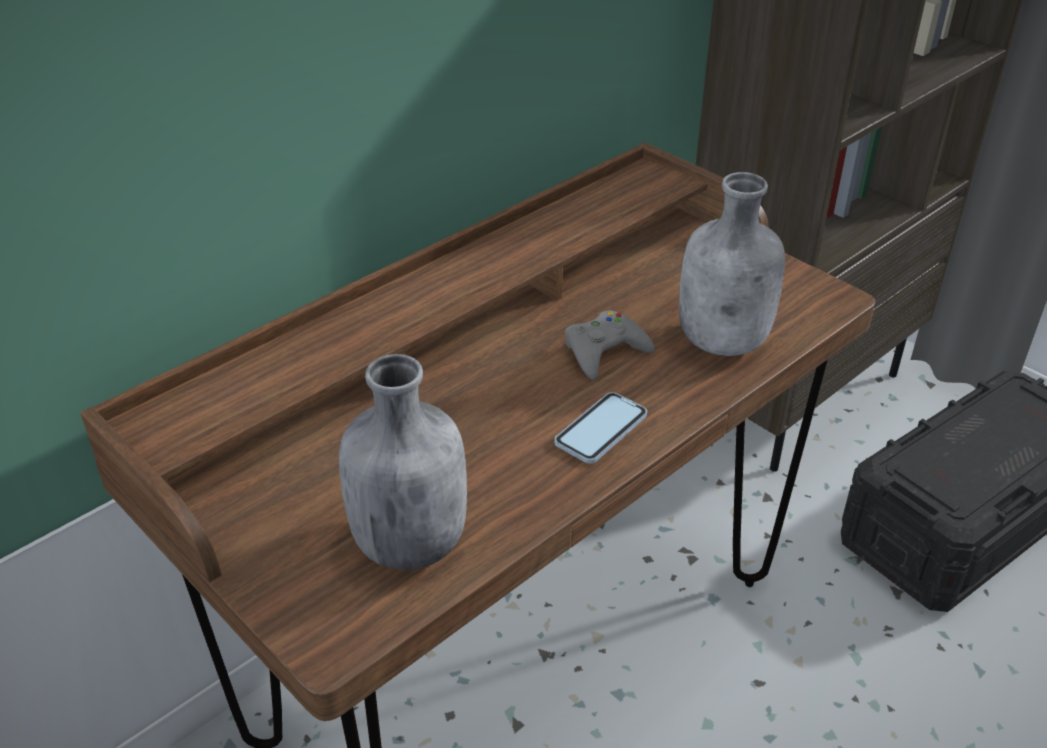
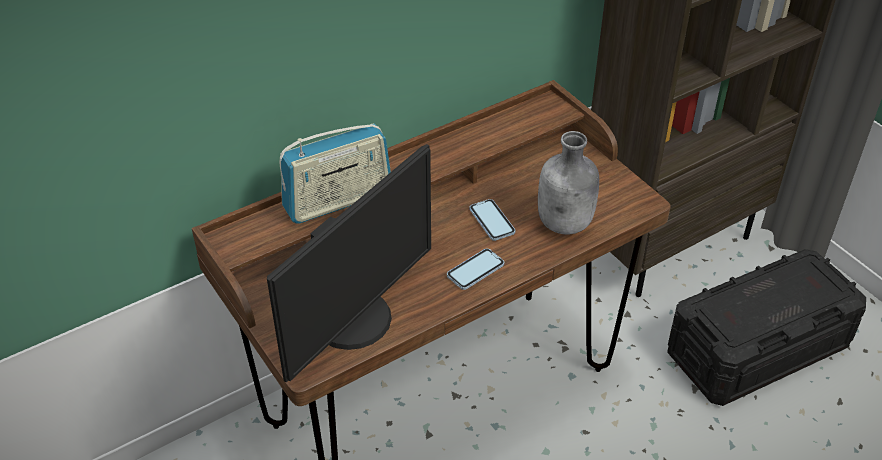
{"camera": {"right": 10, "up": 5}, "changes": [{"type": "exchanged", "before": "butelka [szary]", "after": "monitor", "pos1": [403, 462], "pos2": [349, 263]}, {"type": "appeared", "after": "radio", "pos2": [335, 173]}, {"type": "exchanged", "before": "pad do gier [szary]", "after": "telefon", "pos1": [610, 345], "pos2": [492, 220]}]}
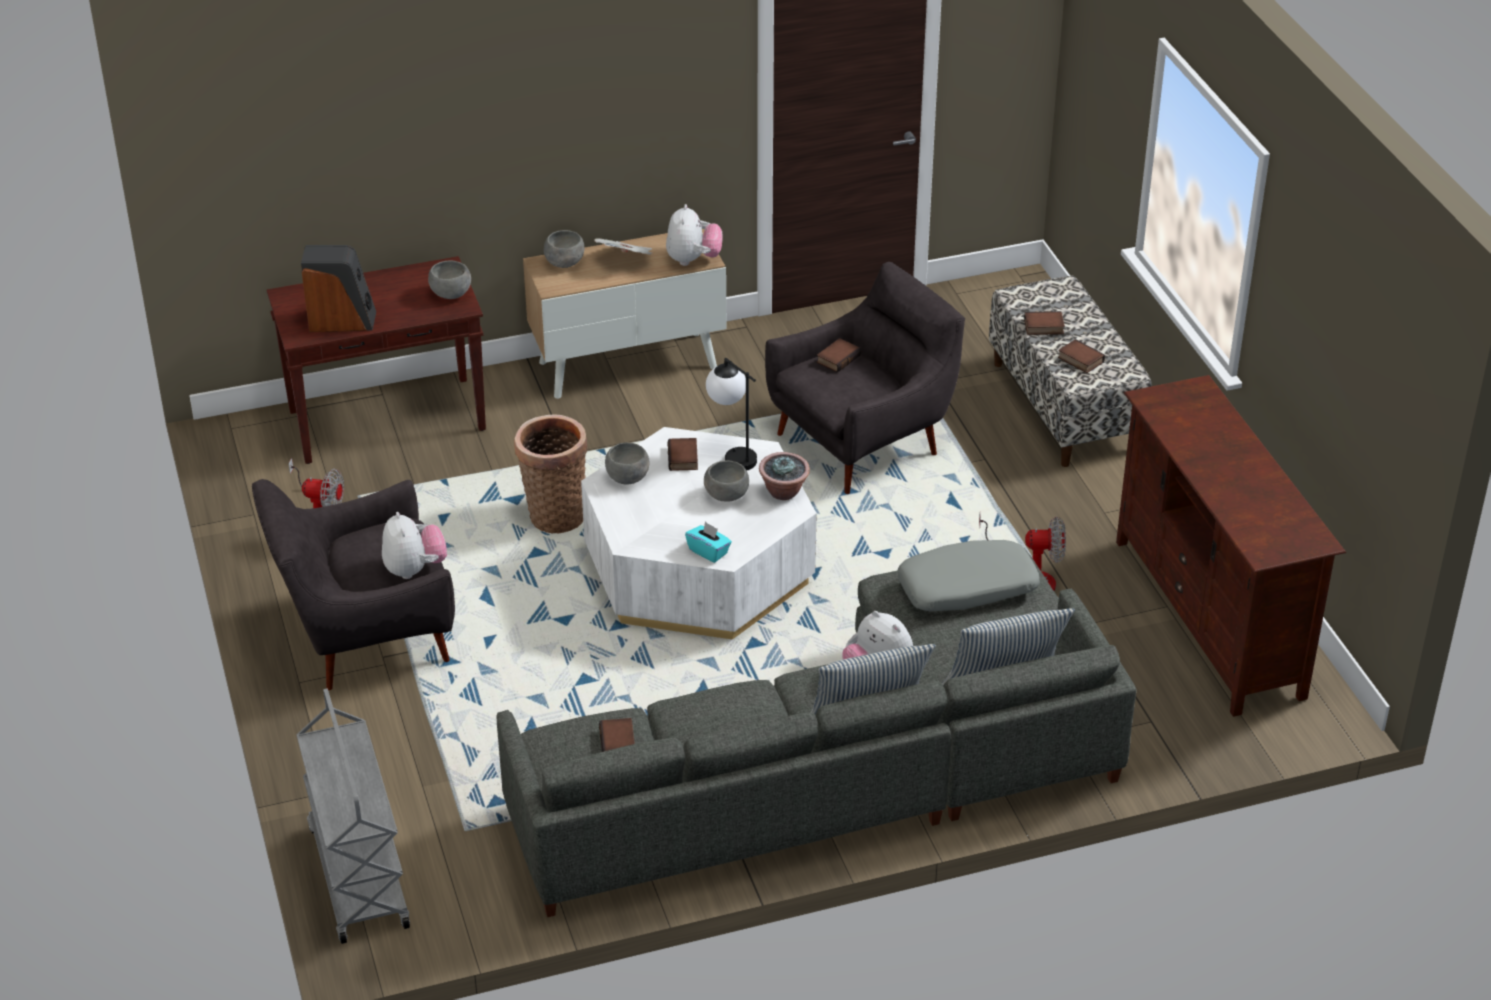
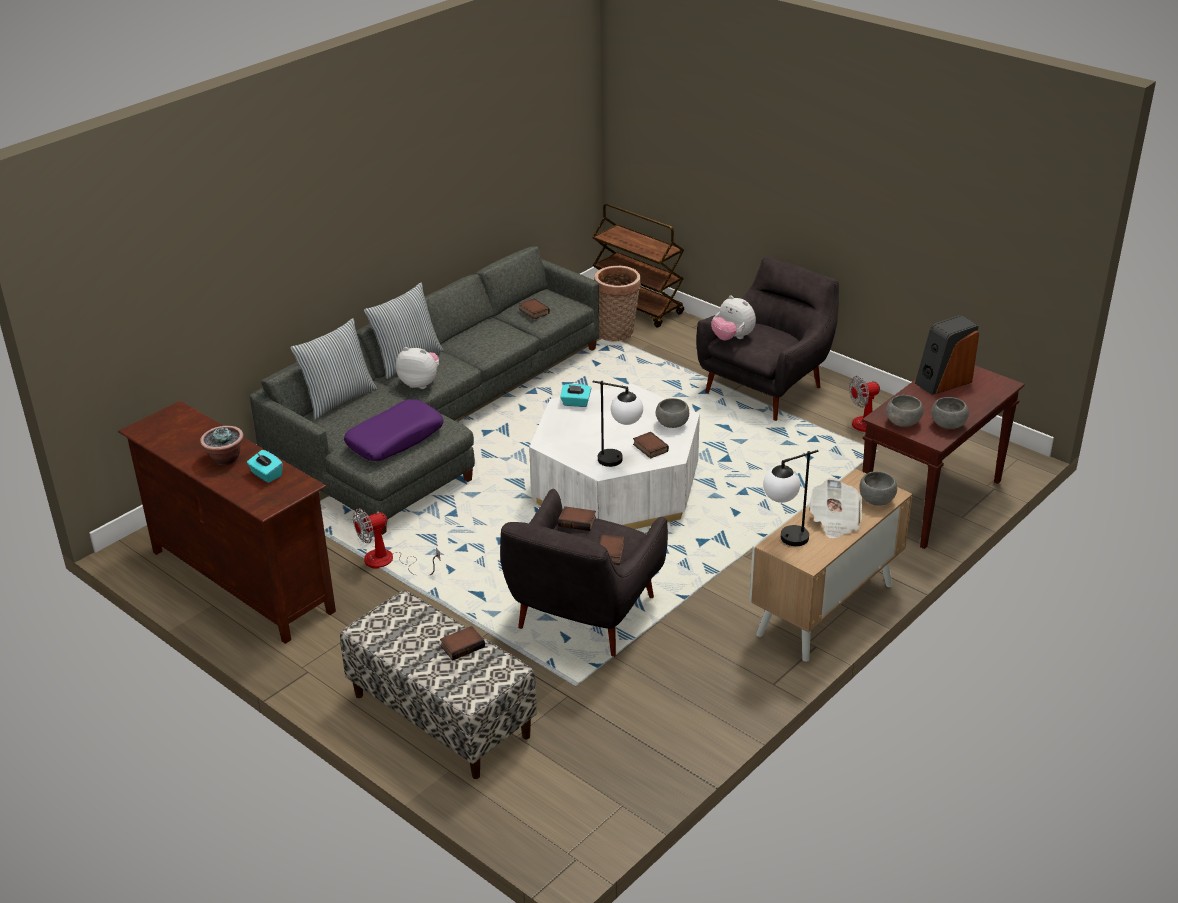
{"camera": {"right": 150, "up": -5}, "changes": [{"type": "relocated", "before": "roślina doniczkowa", "pos1": [784, 476], "pos2": [222, 445]}, {"type": "appeared", "after": "pudełko chusteczek [turkusowy]", "pos2": [265, 466]}, {"type": "colour", "before": "poduszka [szary]", "after": "poduszka [fioletowy]", "pos1": [969, 575], "pos2": [394, 430]}, {"type": "relocated", "before": "książka", "pos1": [1081, 356], "pos2": [577, 518]}, {"type": "colour", "before": "wózek [szary]", "after": "wózek [brązowy]", "pos1": [353, 816], "pos2": [638, 265]}, {"type": "relocated", "before": "koszyk", "pos1": [551, 473], "pos2": [617, 303]}, {"type": "exchanged", "before": "pluszak", "after": "lampa stołowa", "pos1": [694, 235], "pos2": [790, 498]}, {"type": "relocated", "before": "miska [szary]", "pos1": [726, 481], "pos2": [950, 413]}]}
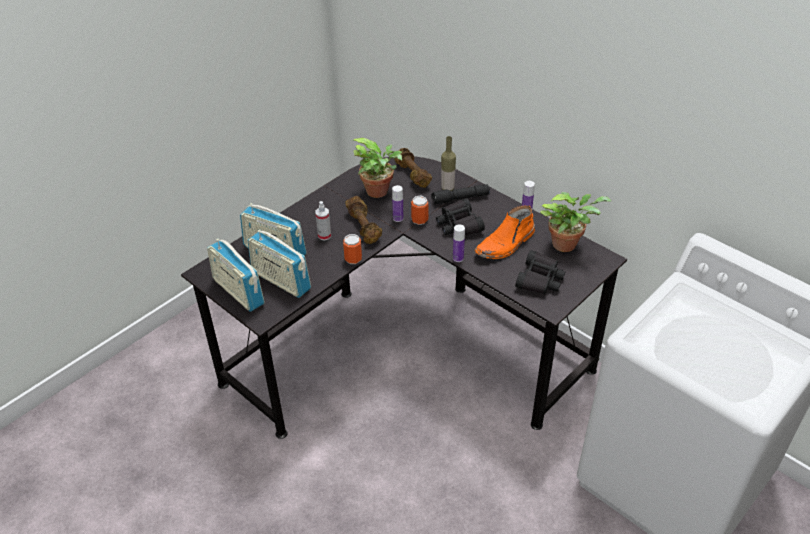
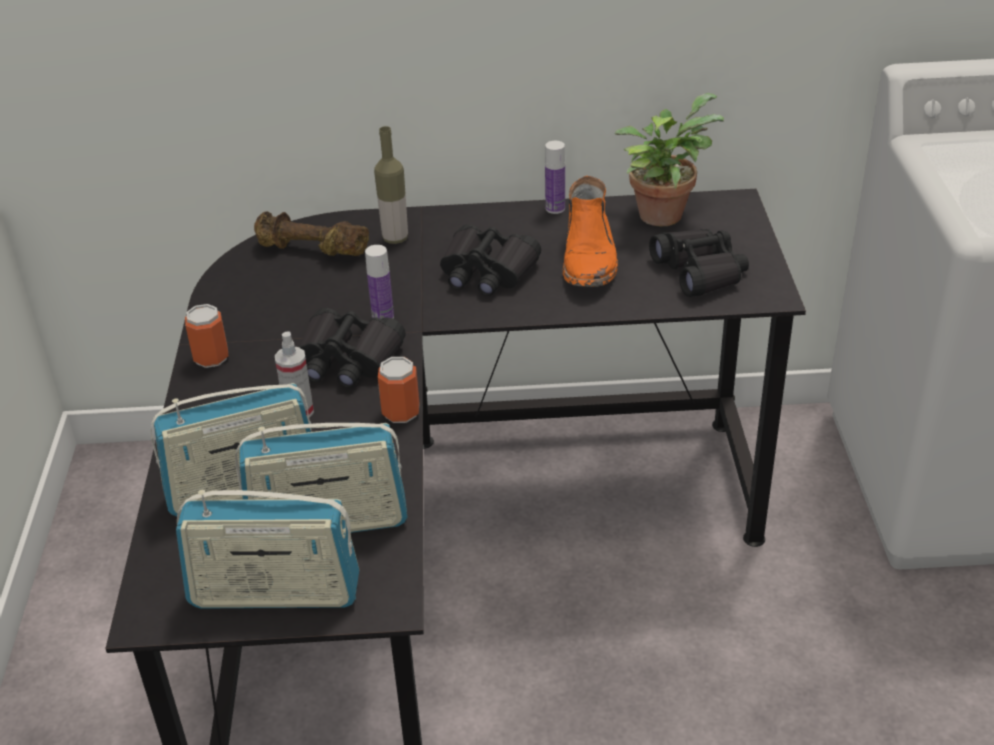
{"camera": {"right": -45, "up": -5}, "changes": [{"type": "relocated", "before": "puszka", "pos1": [419, 210], "pos2": [206, 336]}, {"type": "exchanged", "before": "hantel [brązowy]", "after": "lornetka [czarny]", "pos1": [363, 220], "pos2": [352, 348]}, {"type": "missing", "before": "roślina doniczkowa", "pos1": [376, 168]}, {"type": "missing", "before": "latarka [czarny]", "pos1": [460, 194]}, {"type": "missing", "before": "butelka", "pos1": [459, 243]}]}
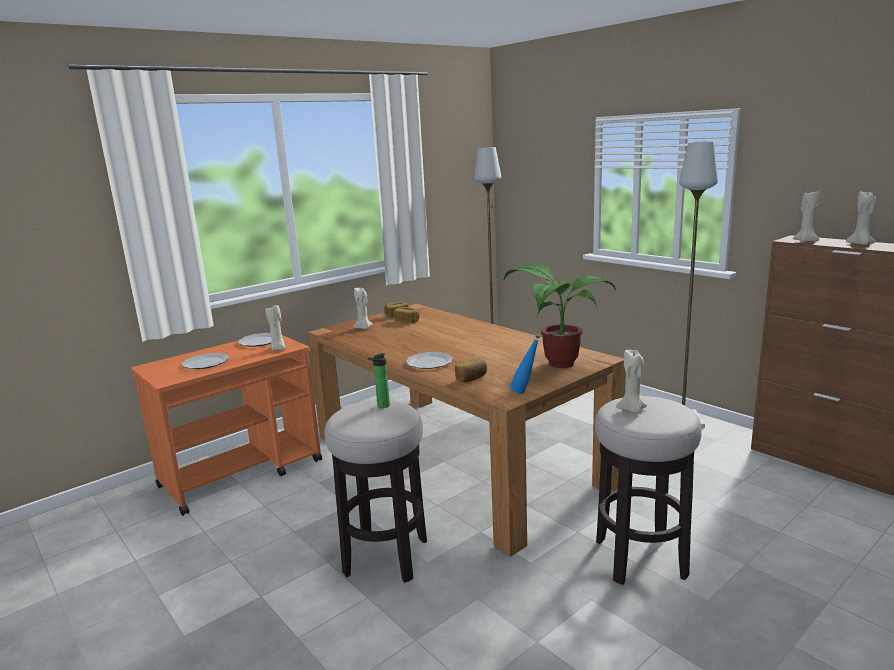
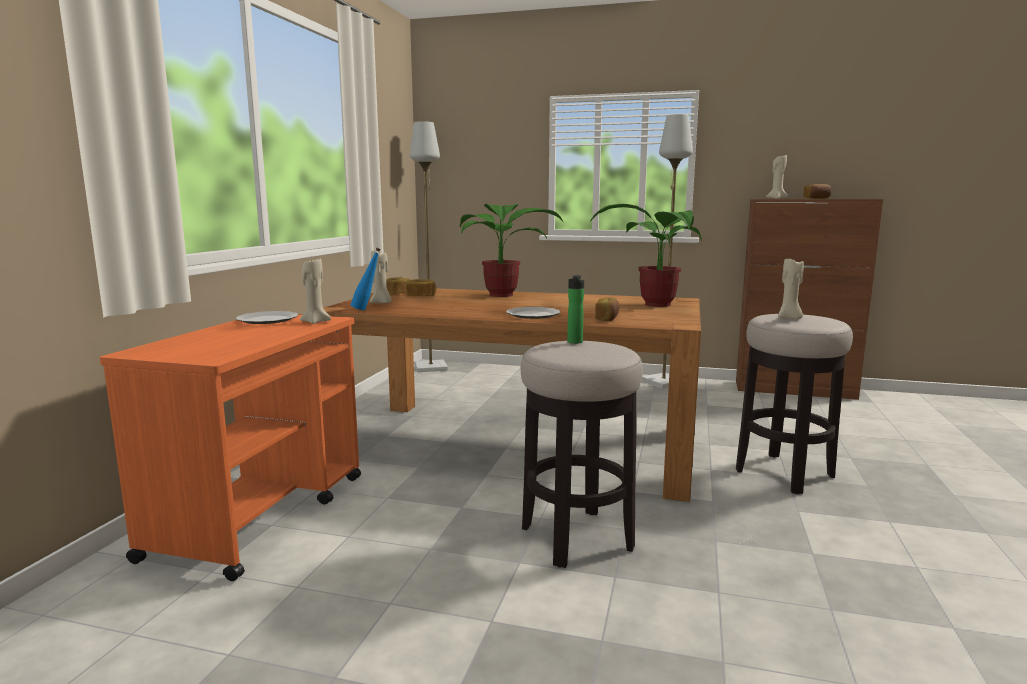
{"camera": {"right": -35, "up": -5}, "changes": [{"type": "relocated", "before": "butelka [niebieski]", "pos1": [525, 364], "pos2": [366, 278]}, {"type": "appeared", "after": "roślina doniczkowa", "pos2": [512, 250]}, {"type": "exchanged", "before": "świeca [beżowy]", "after": "chleb", "pos1": [861, 217], "pos2": [817, 191]}, {"type": "missing", "before": "talerz", "pos1": [205, 361]}]}
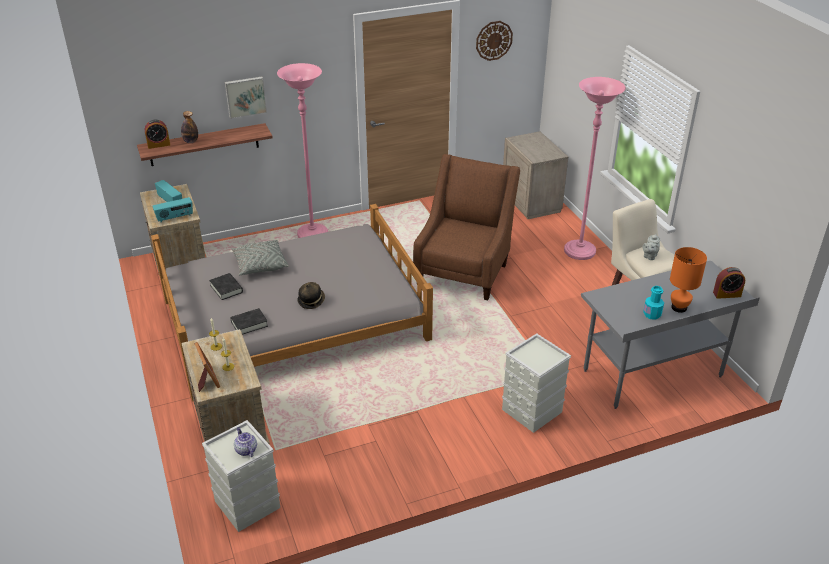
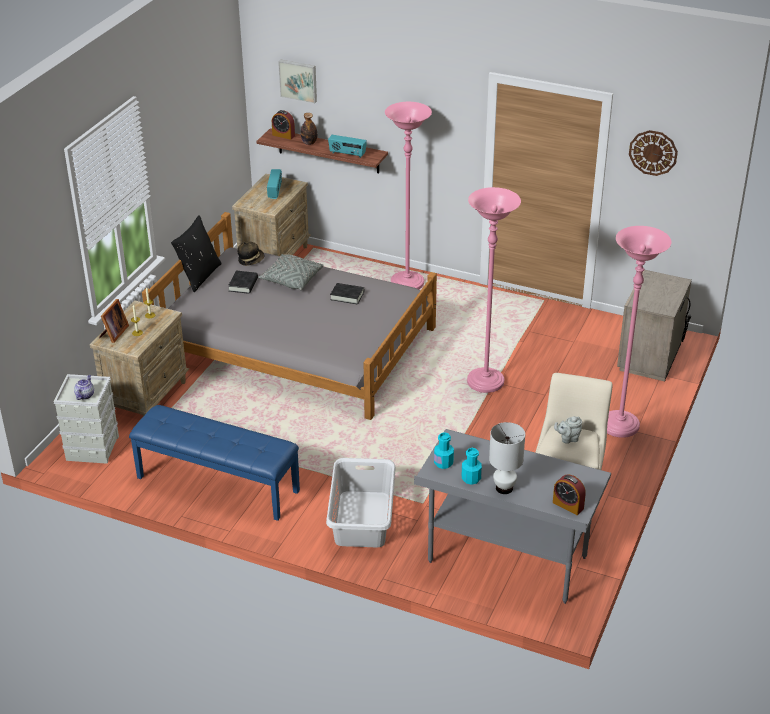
{"camera": {"right": 45, "up": 0}, "changes": [{"type": "appeared", "after": "ławka [niebieski]", "pos2": [214, 463]}, {"type": "appeared", "after": "poduszka [czarny]", "pos2": [196, 253]}, {"type": "relocated", "before": "kapelusz", "pos1": [311, 295], "pos2": [251, 254]}, {"type": "relocated", "before": "obraz", "pos1": [246, 98], "pos2": [297, 81]}, {"type": "exchanged", "before": "pojemnik do przechowywania [szary]", "after": "kosz na pranie [szary]", "pos1": [536, 383], "pos2": [361, 502]}, {"type": "relocated", "before": "radio", "pos1": [172, 210], "pos2": [347, 146]}, {"type": "relocated", "before": "książka [czarny]", "pos1": [249, 321], "pos2": [347, 294]}, {"type": "appeared", "after": "butelka [turkusowy]", "pos2": [444, 450]}, {"type": "exchanged", "before": "fotel [brązowy]", "after": "lampa stojąca [różowy]", "pos1": [466, 227], "pos2": [494, 290]}, {"type": "colour", "before": "lampa stołowa [pomarańczowy]", "after": "lampa stołowa [biały]", "pos1": [688, 280], "pos2": [507, 458]}]}
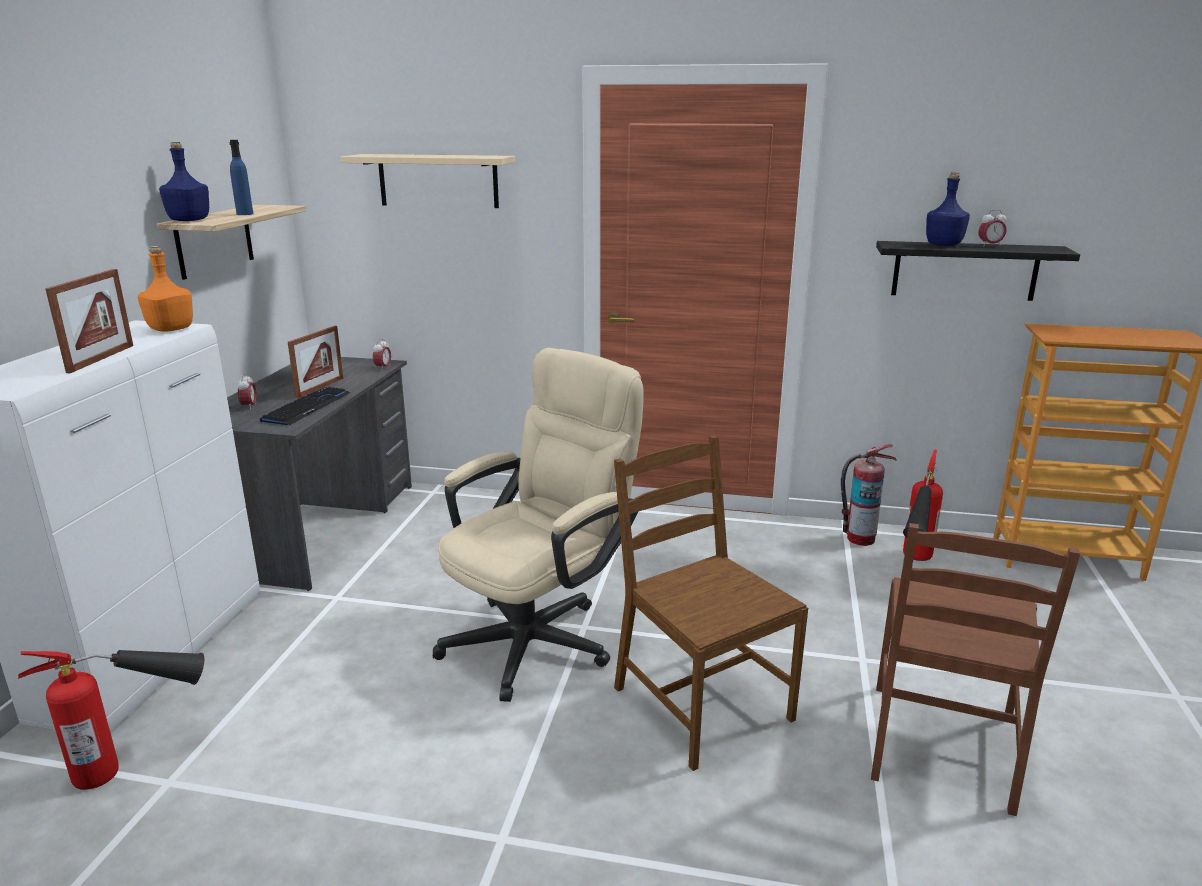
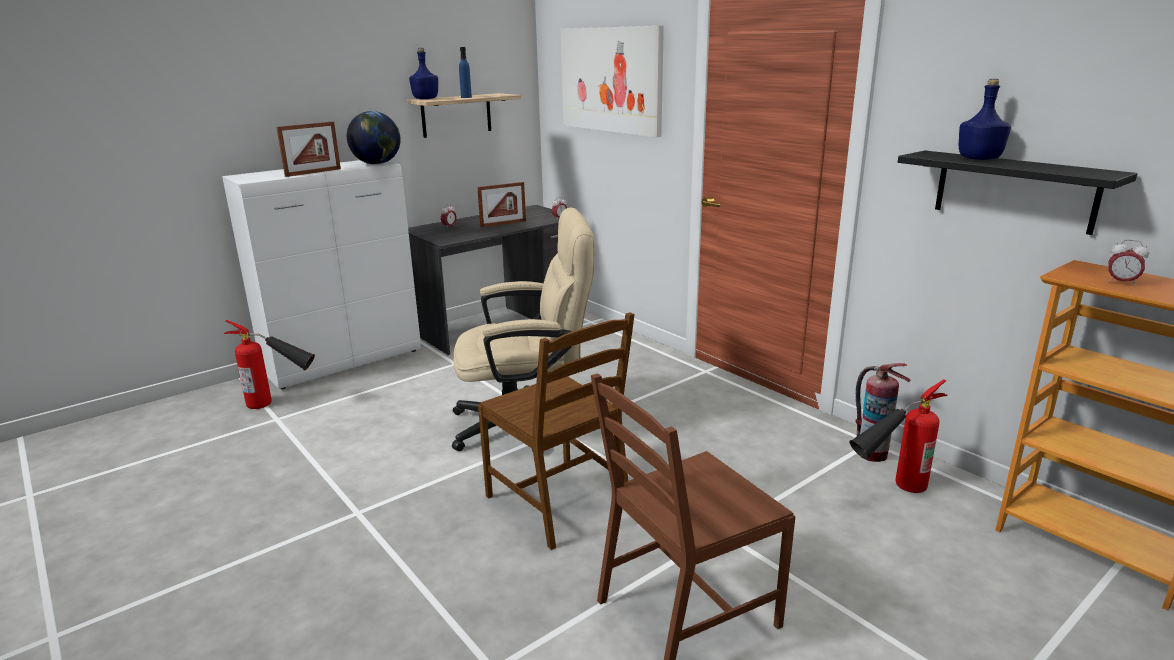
{"camera": {"right": 40, "up": 0}, "changes": [{"type": "exchanged", "before": "butelka [pomarańczowy]", "after": "globus", "pos1": [165, 289], "pos2": [374, 137]}, {"type": "spun", "before": "krzesło [brązowy]", "pos1": [711, 603], "pos2": [556, 431], "turn": 135}, {"type": "exchanged", "before": "półka [beżowy]", "after": "obraz", "pos1": [427, 181], "pos2": [612, 81]}, {"type": "relocated", "before": "budzik", "pos1": [992, 228], "pos2": [1128, 263]}, {"type": "missing", "before": "klawiatura", "pos1": [305, 406]}]}
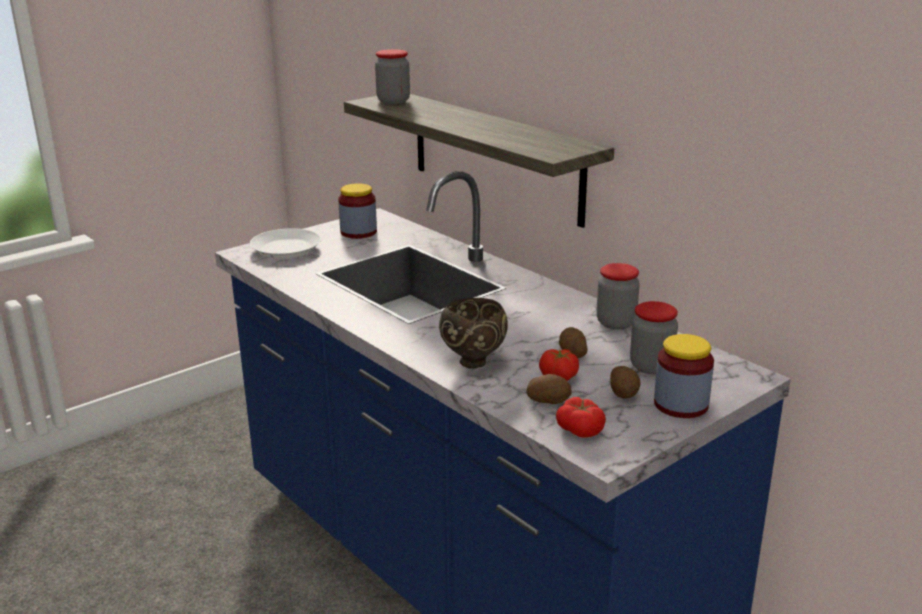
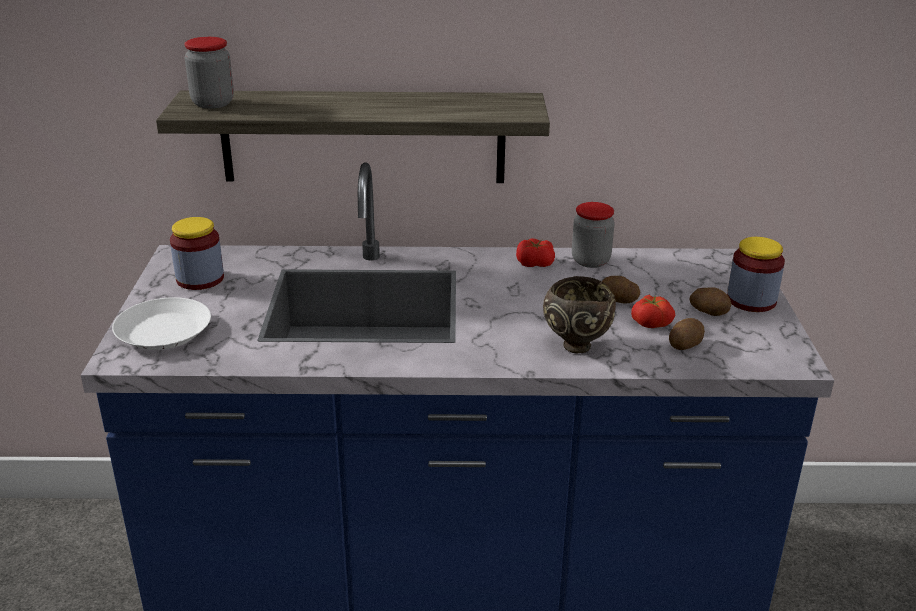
{"camera": {"right": -50, "up": 5}, "changes": [{"type": "relocated", "before": "pomidor", "pos1": [581, 417], "pos2": [535, 253]}, {"type": "missing", "before": "słoik", "pos1": [654, 337]}]}
